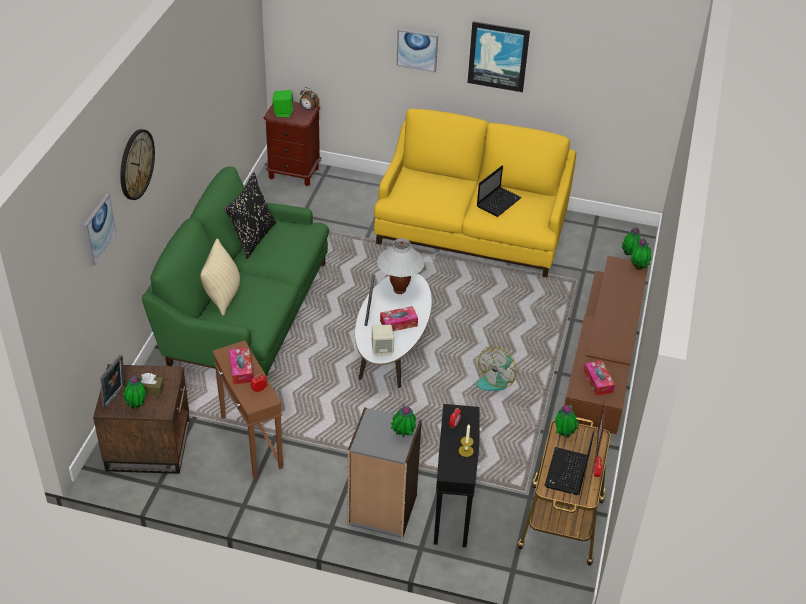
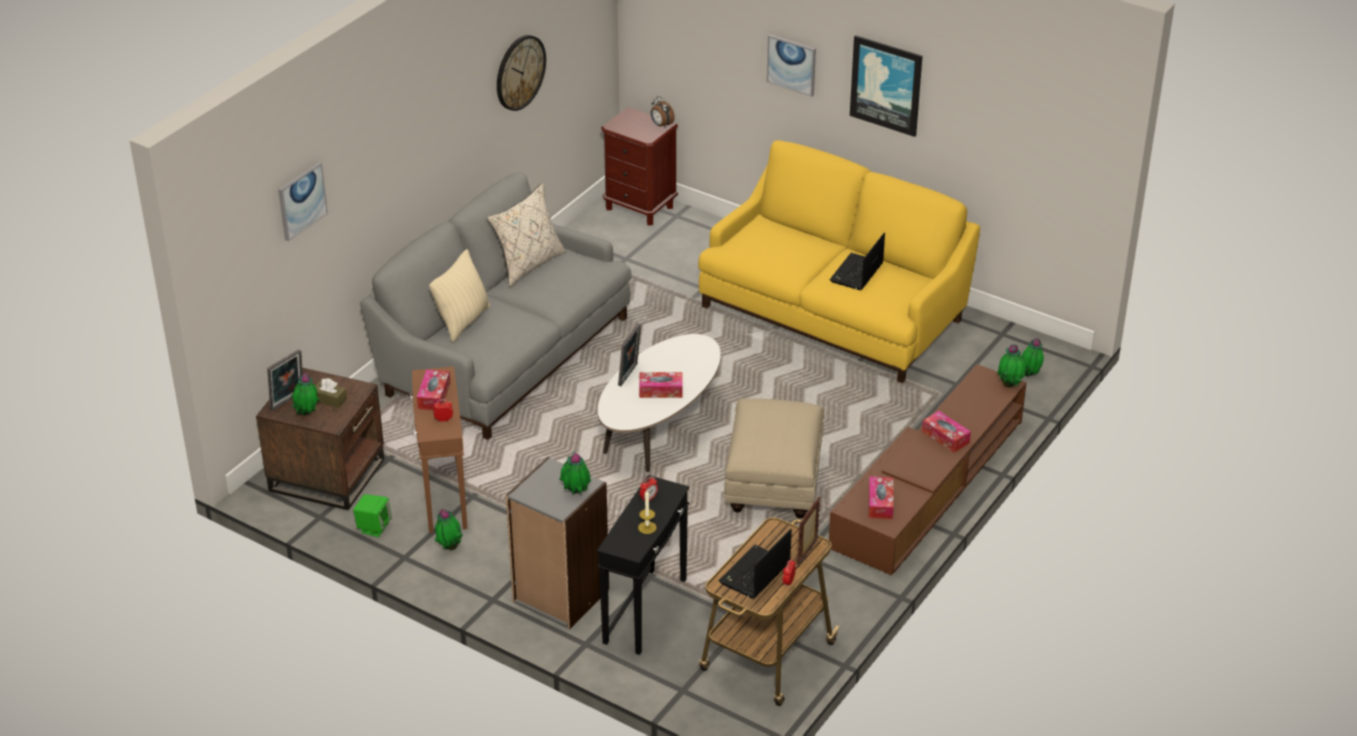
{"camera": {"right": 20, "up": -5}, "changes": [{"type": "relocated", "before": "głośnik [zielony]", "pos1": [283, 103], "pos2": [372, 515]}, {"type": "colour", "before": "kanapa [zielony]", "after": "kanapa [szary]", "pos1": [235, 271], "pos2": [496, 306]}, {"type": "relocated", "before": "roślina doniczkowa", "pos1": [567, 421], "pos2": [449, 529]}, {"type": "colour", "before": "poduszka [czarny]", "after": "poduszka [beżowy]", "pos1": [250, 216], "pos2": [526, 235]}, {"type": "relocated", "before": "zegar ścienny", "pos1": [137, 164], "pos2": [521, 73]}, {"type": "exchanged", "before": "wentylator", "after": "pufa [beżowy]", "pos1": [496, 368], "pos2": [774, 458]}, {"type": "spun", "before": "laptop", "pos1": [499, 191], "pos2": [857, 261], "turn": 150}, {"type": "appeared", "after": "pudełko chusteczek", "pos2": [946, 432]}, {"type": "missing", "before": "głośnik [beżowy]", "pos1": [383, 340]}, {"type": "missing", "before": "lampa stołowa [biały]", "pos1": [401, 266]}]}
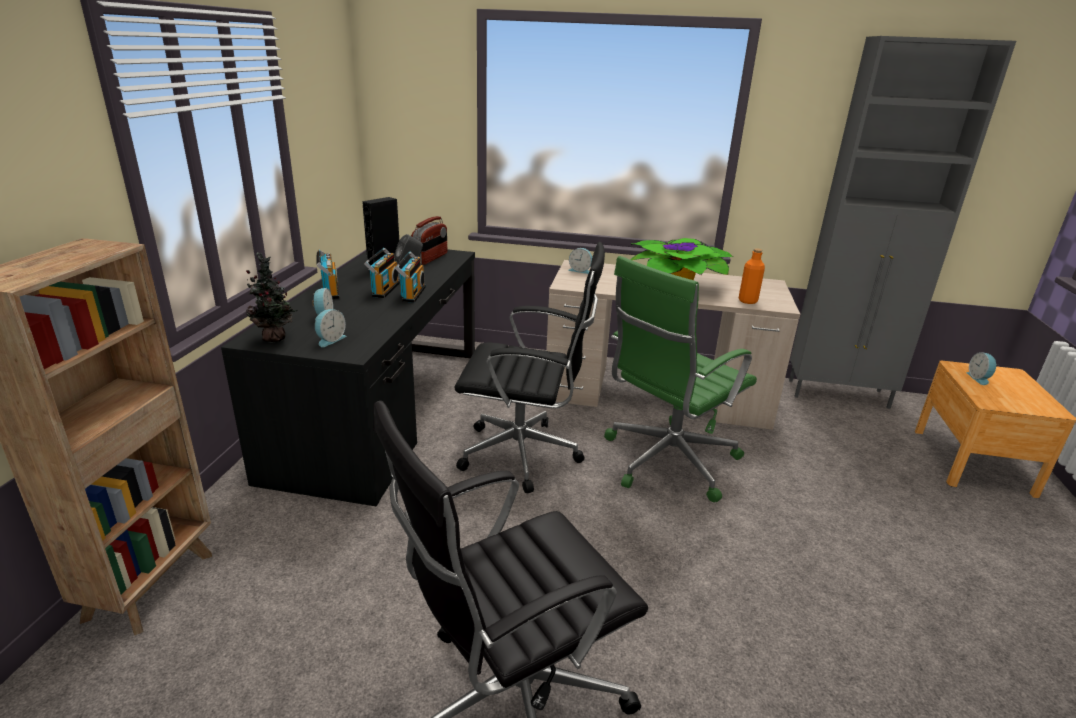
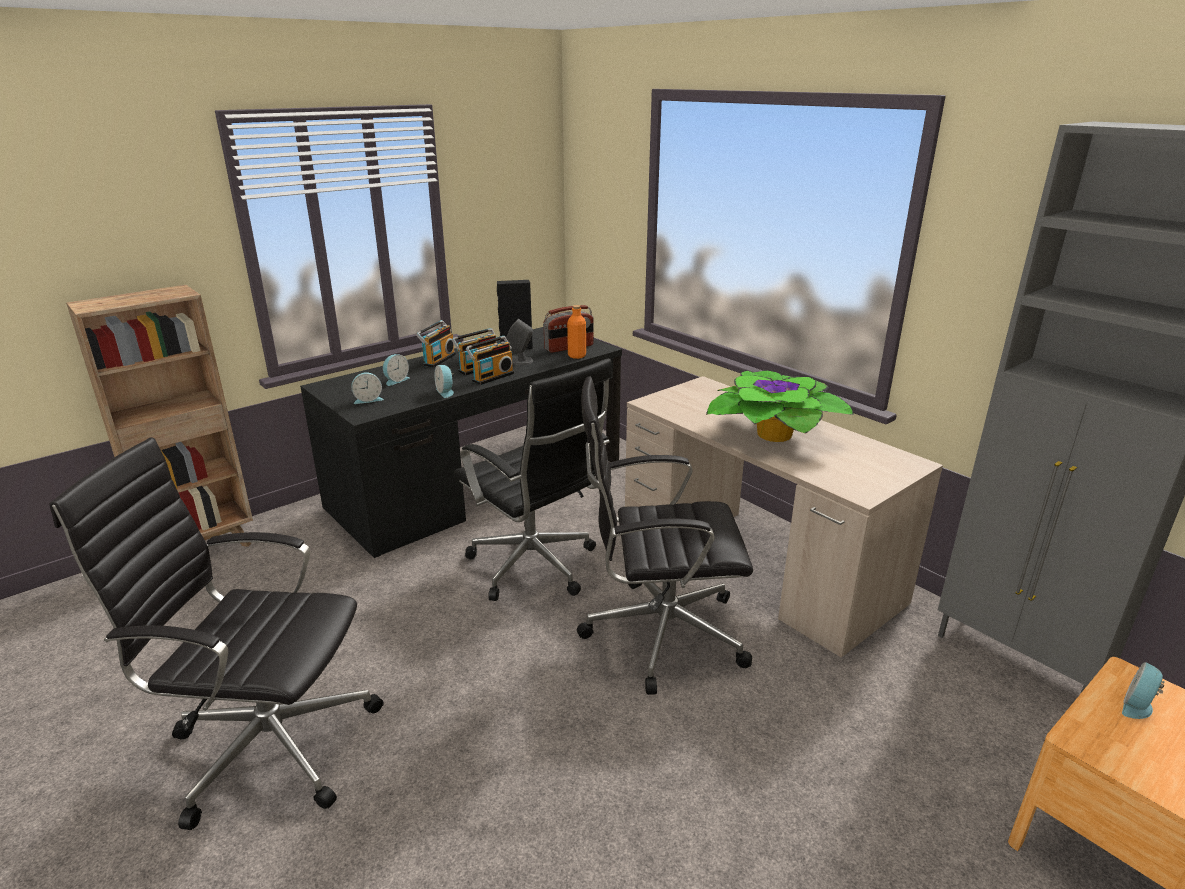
{"camera": {"right": 40, "up": 0}, "changes": [{"type": "relocated", "before": "budzik", "pos1": [580, 261], "pos2": [444, 381]}, {"type": "relocated", "before": "butelka [pomarańczowy]", "pos1": [752, 276], "pos2": [576, 332]}, {"type": "colour", "before": "krzesło biurowe [zielony]", "after": "krzesło biurowe [czarny]", "pos1": [680, 379], "pos2": [665, 535]}, {"type": "missing", "before": "roślina doniczkowa", "pos1": [271, 298]}]}
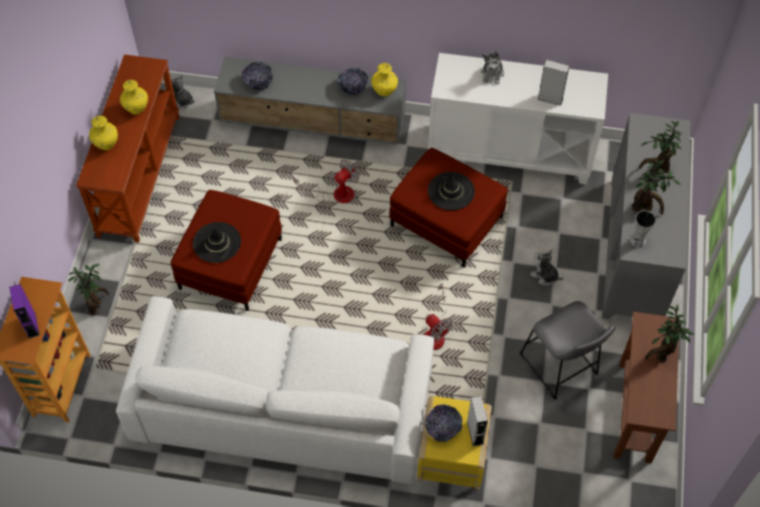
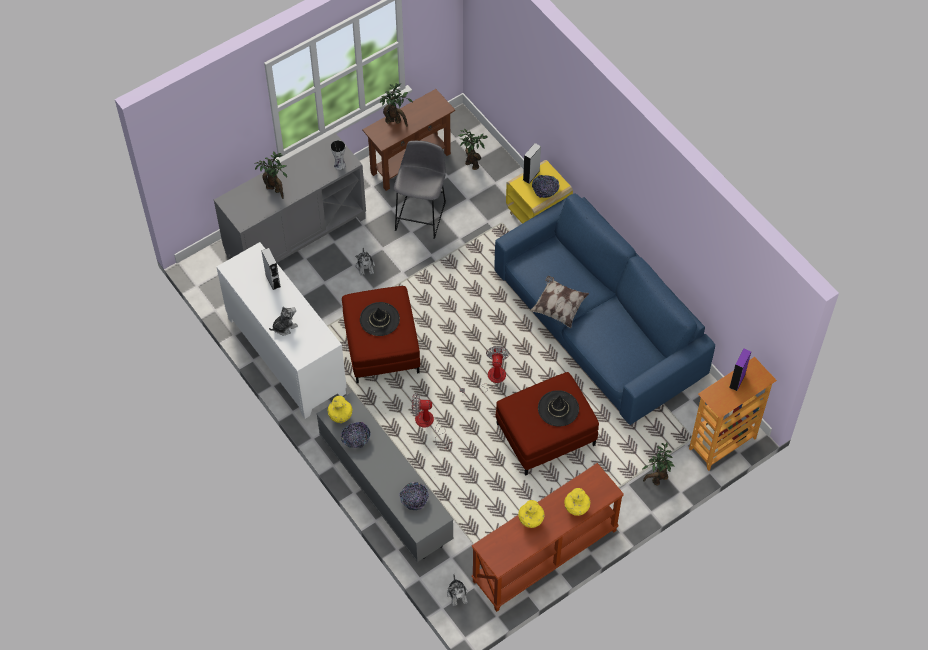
{"camera": {"right": -135, "up": 0}, "changes": [{"type": "relocated", "before": "roślina doniczkowa", "pos1": [656, 187], "pos2": [473, 149]}, {"type": "relocated", "before": "wentylator", "pos1": [437, 316], "pos2": [485, 369]}, {"type": "colour", "before": "kanapa [biały]", "after": "kanapa [niebieski]", "pos1": [275, 390], "pos2": [604, 309]}, {"type": "appeared", "after": "poduszka", "pos2": [559, 302]}]}
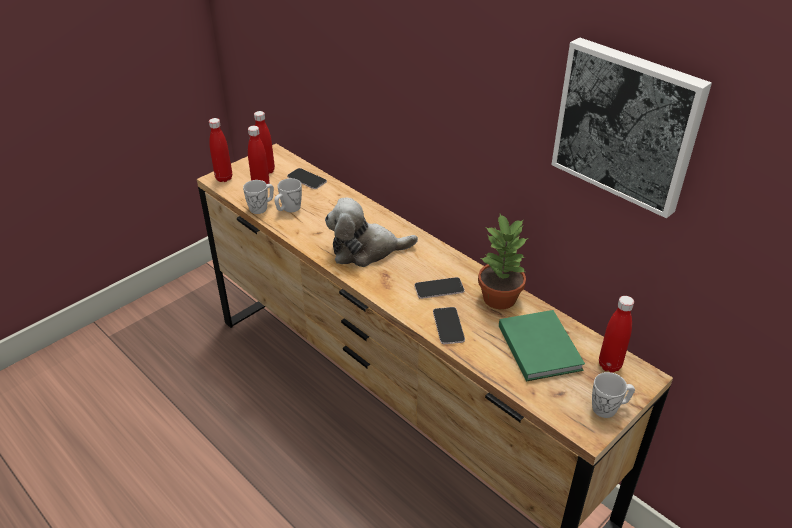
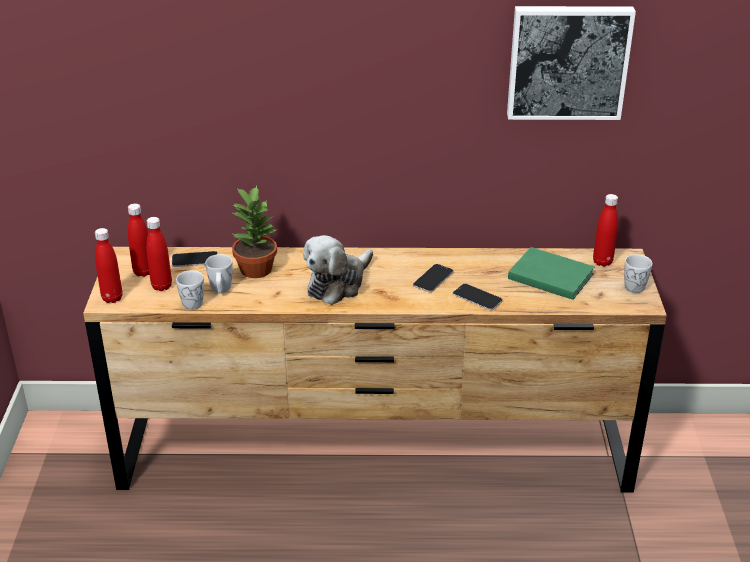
{"camera": {"right": -45, "up": -5}, "changes": [{"type": "relocated", "before": "roślina doniczkowa", "pos1": [503, 261], "pos2": [255, 232]}]}
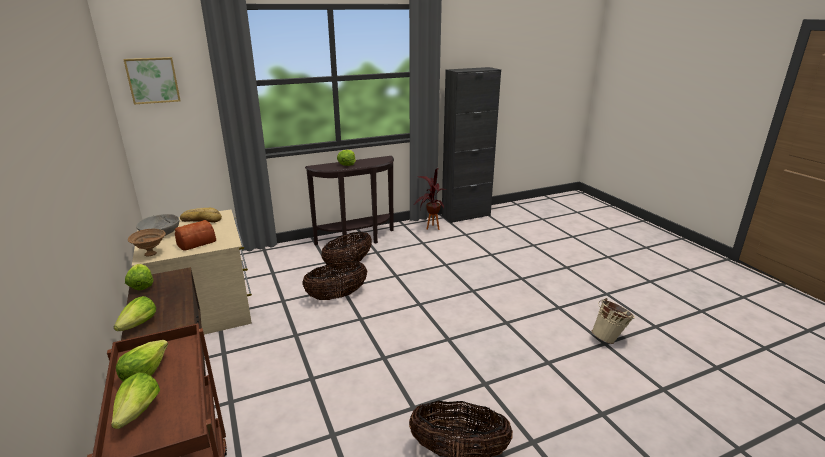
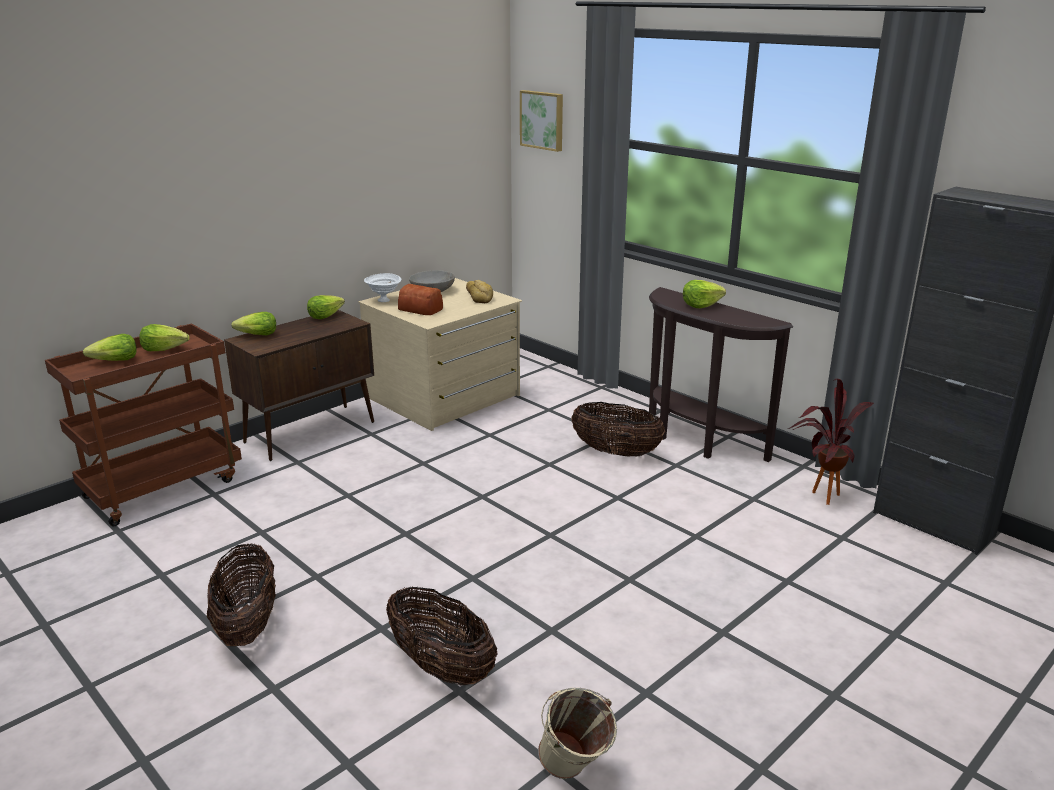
{"camera": {"right": 70, "up": 0}, "changes": [{"type": "colour", "before": "miska [brązowy]", "after": "miska [biały]", "pos1": [147, 242], "pos2": [382, 287]}, {"type": "relocated", "before": "koszyk", "pos1": [334, 280], "pos2": [441, 635]}]}
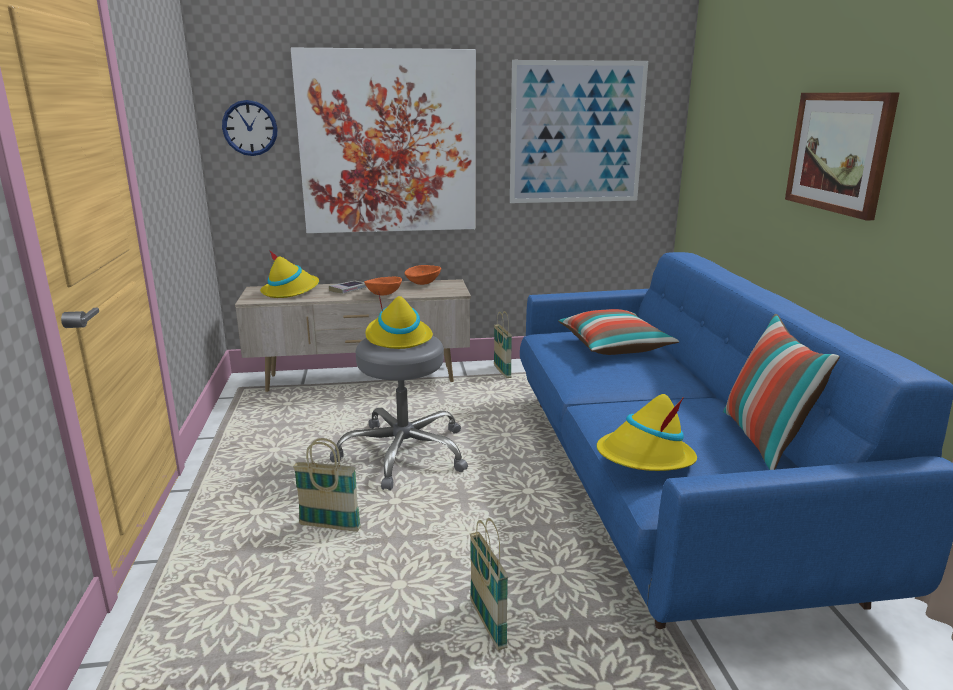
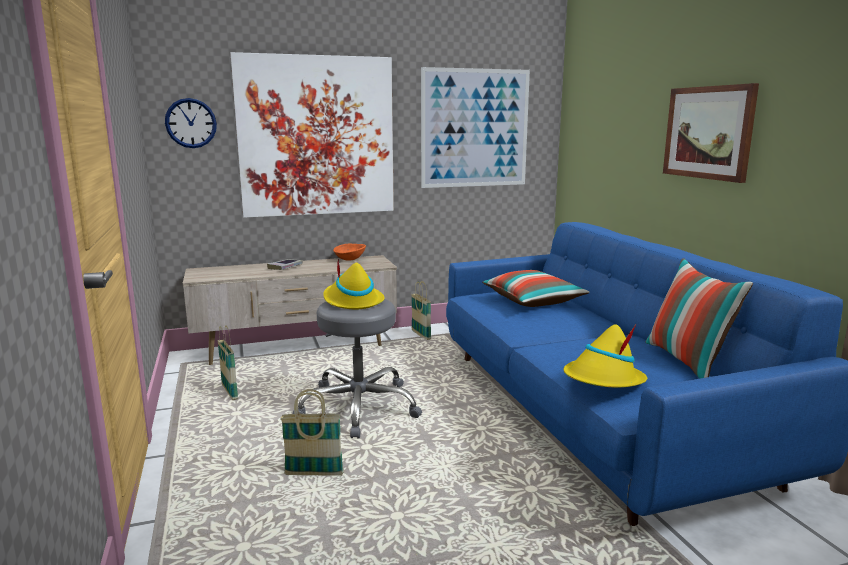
{"camera": {"right": -10, "up": -5}, "changes": [{"type": "relocated", "before": "koszyk", "pos1": [489, 584], "pos2": [227, 362]}, {"type": "missing", "before": "kapelusz [żółty]", "pos1": [289, 274]}, {"type": "missing", "before": "miska [pomarańczowy]", "pos1": [383, 286]}]}
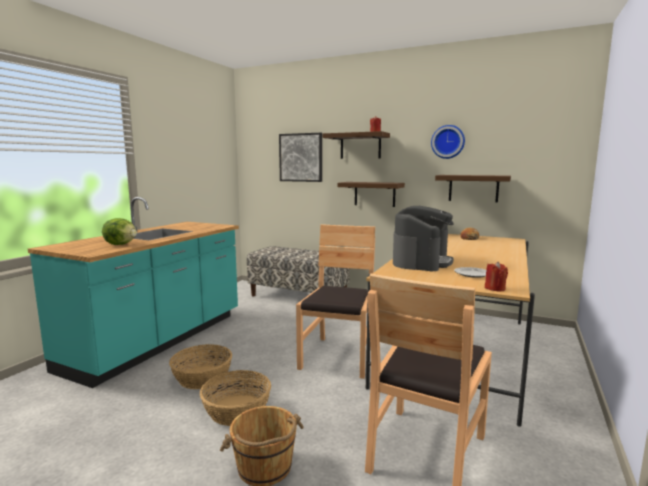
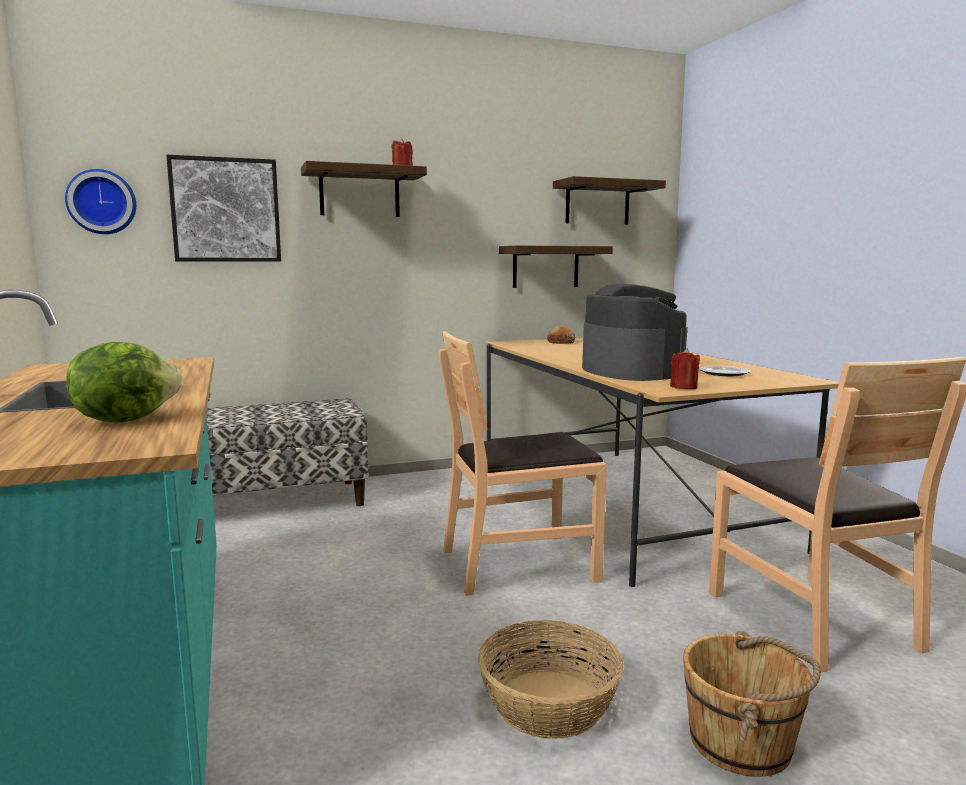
{"camera": {"right": -45, "up": 0}, "changes": [{"type": "relocated", "before": "zegar ścienny", "pos1": [448, 142], "pos2": [100, 201]}, {"type": "spun", "before": "krzesło [brązowy]", "pos1": [335, 301], "pos2": [523, 463], "turn": -75}, {"type": "relocated", "before": "półka", "pos1": [371, 194], "pos2": [609, 200]}, {"type": "relocated", "before": "świeca [czerwony]", "pos1": [496, 276], "pos2": [685, 368]}, {"type": "missing", "before": "koszyk", "pos1": [200, 366]}]}
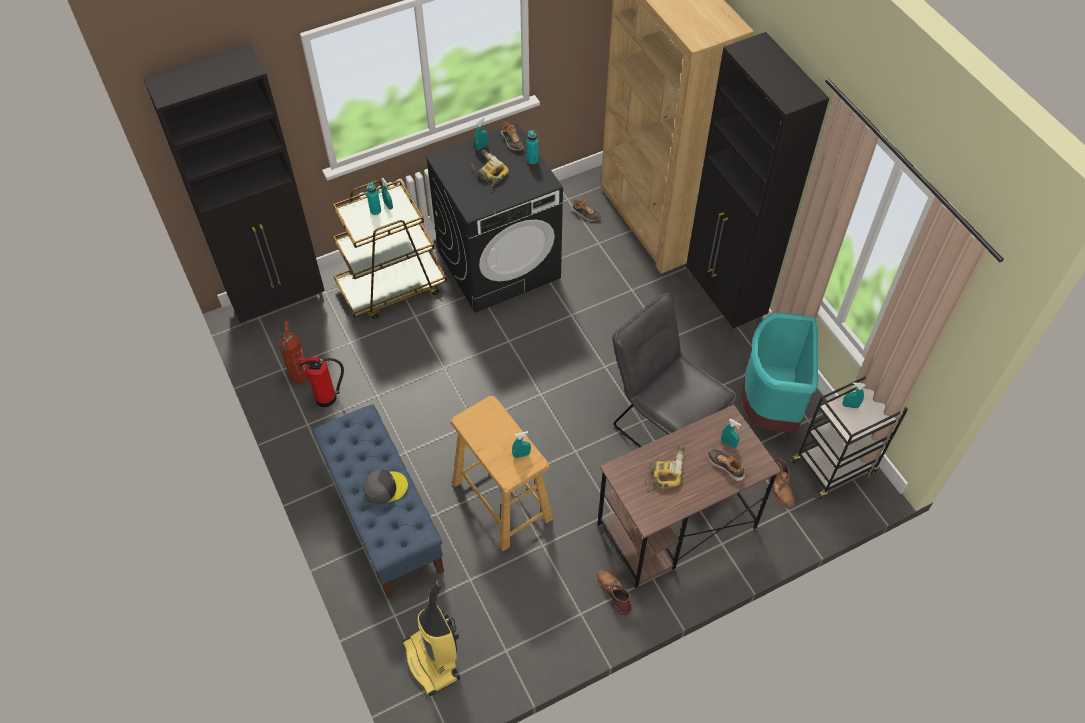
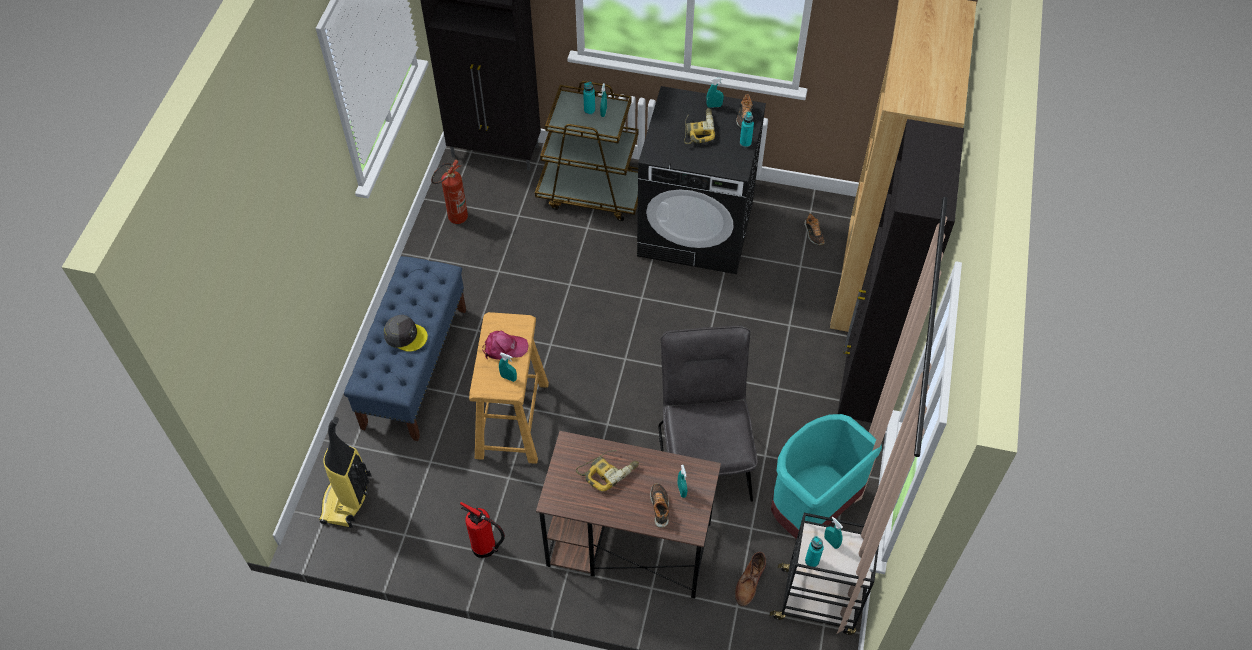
{"camera": {"right": 40, "up": 0}, "changes": [{"type": "relocated", "before": "gaśnica", "pos1": [321, 382], "pos2": [482, 530]}, {"type": "appeared", "after": "czapka z daszkiem [różowy]", "pos2": [505, 345]}, {"type": "appeared", "after": "butelka [turkusowy]", "pos2": [814, 551]}, {"type": "missing", "before": "but z cholewką [brązowy]", "pos1": [614, 592]}]}
